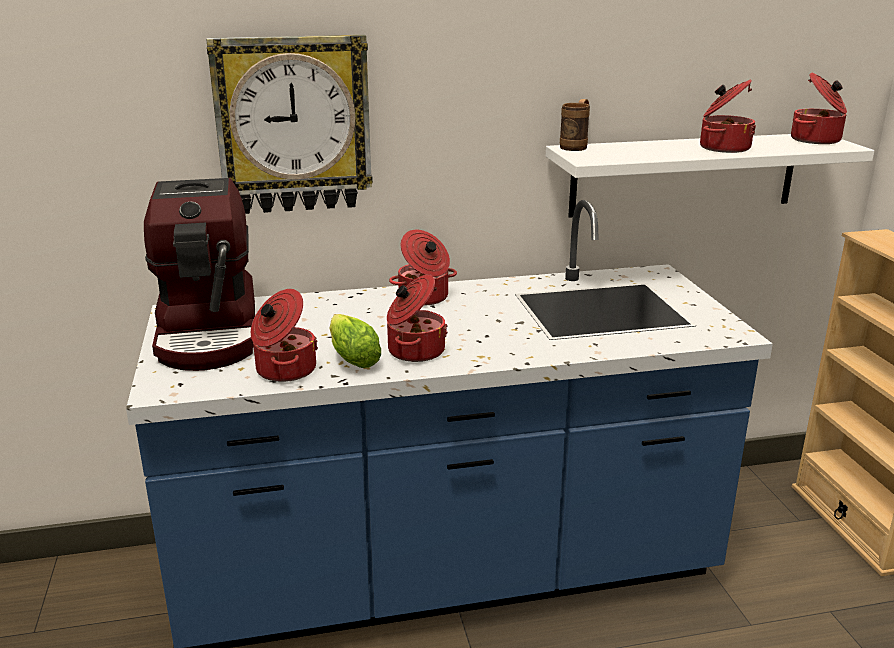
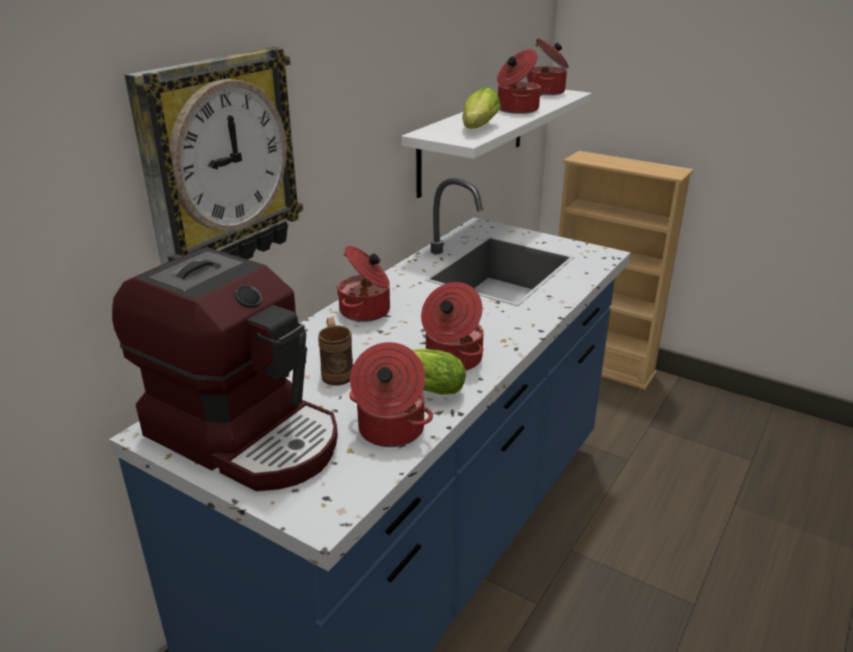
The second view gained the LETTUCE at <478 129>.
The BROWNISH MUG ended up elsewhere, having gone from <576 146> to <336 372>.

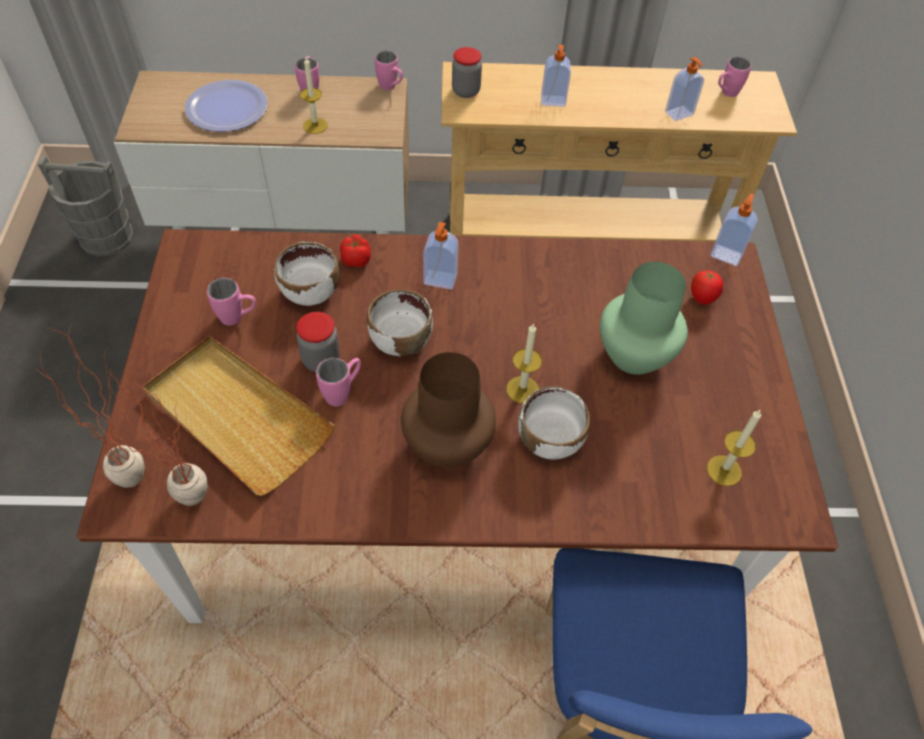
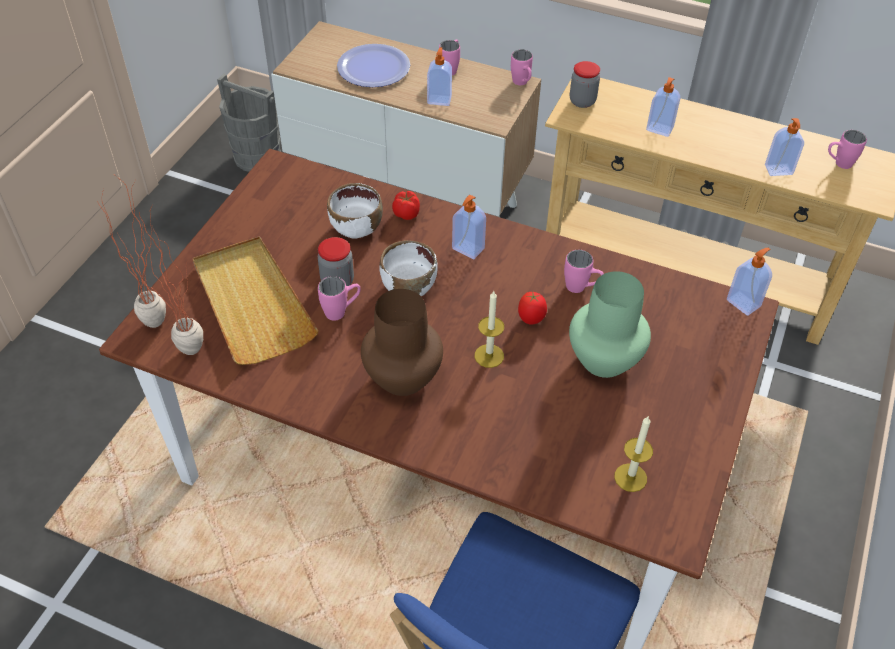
The second view lost the WHITISH BOWL at <550 440>.
The PINK MUG ended up elsewhere, having gone from <238 318> to <581 288>.
The FRESH TOMATO ended up elsewhere, having gone from <702 299> to <531 319>.
Where the CANDLE stood at <315 125>, the LIQUID SOAP BOTTLE came to stand at <439 100>.

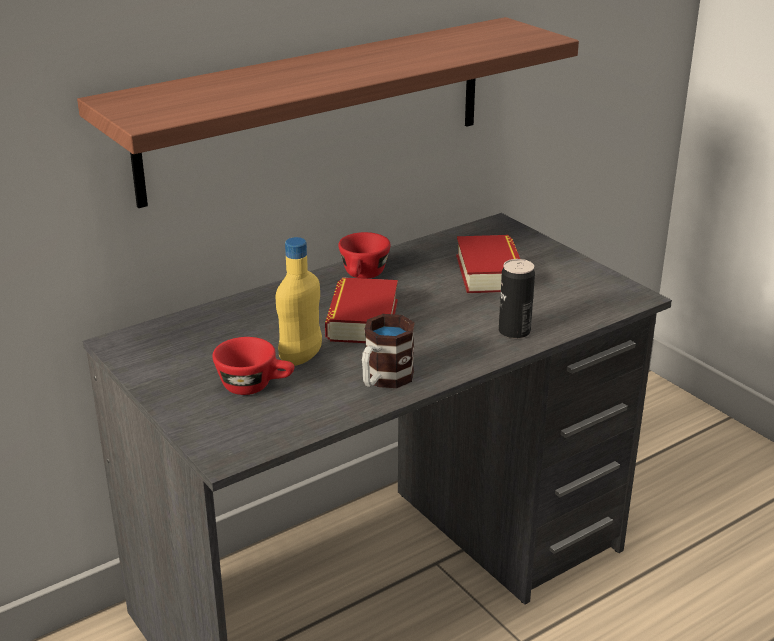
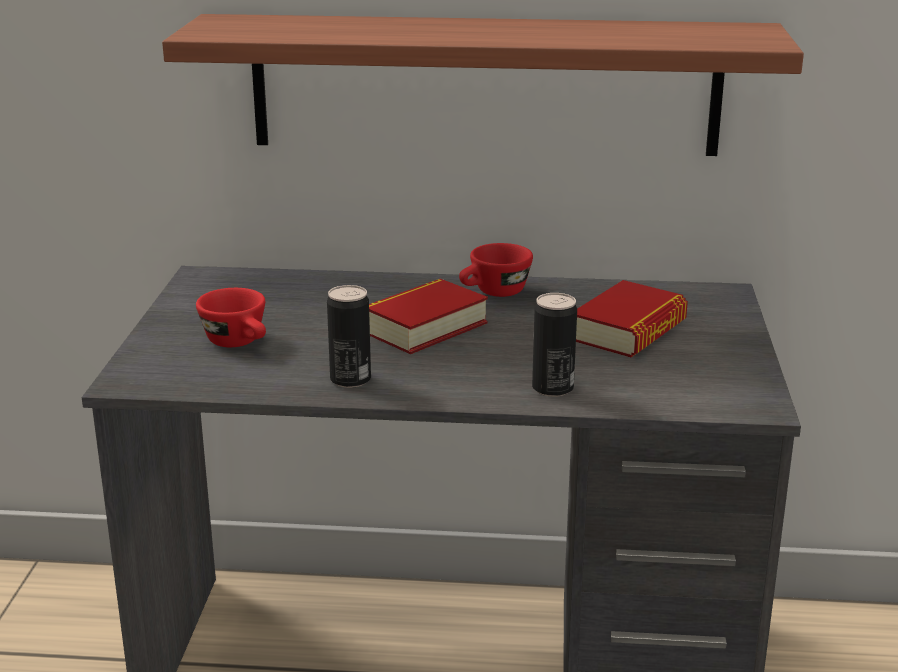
The second view lost the YELLOW-COLOURED BEVERAGE BOTTLE at <301 358>.
Where the MUG stood at <383 380>, the METAL CAN came to stand at <350 379>.

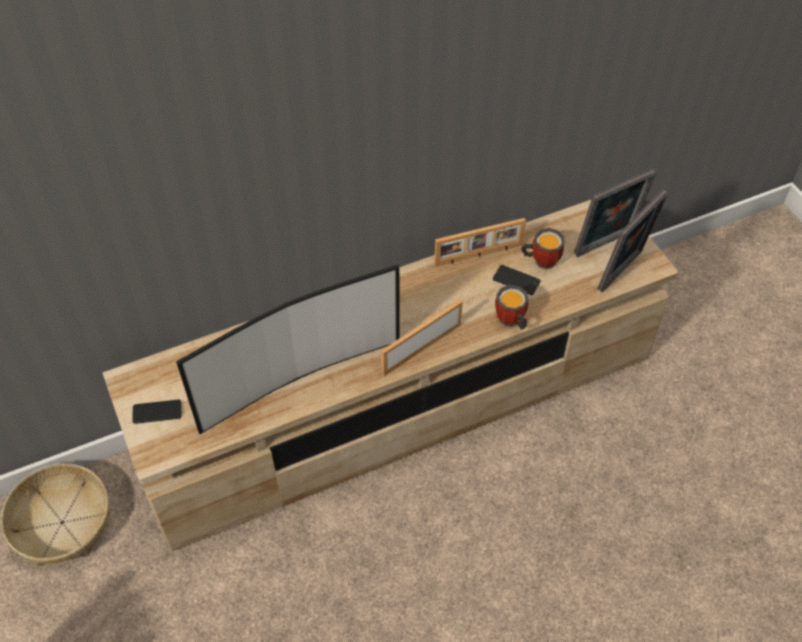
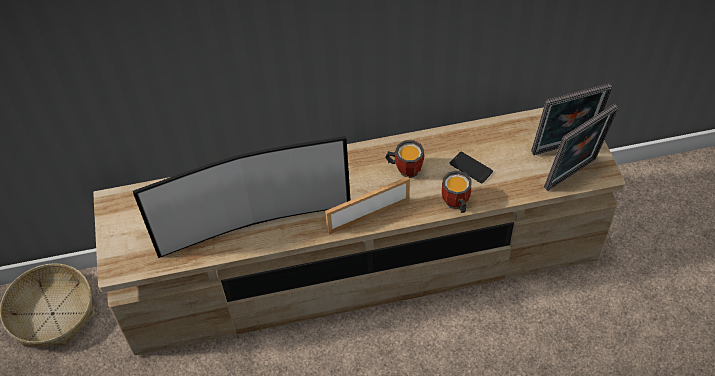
The second view lost the HANDSET at <157 412>.
The second view lost the PICTURE FRAME at <479 255>.
The MUG ended up elsewhere, having gone from <541 260> to <405 168>.

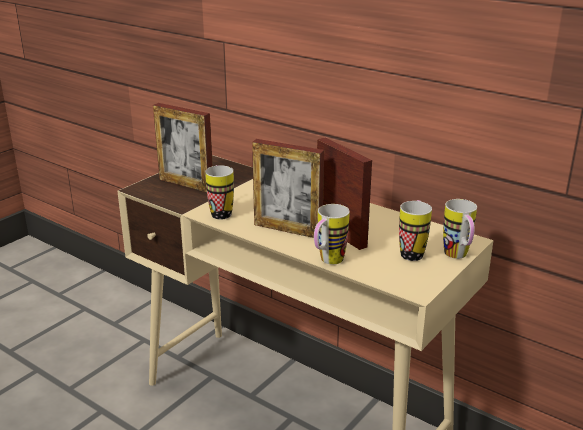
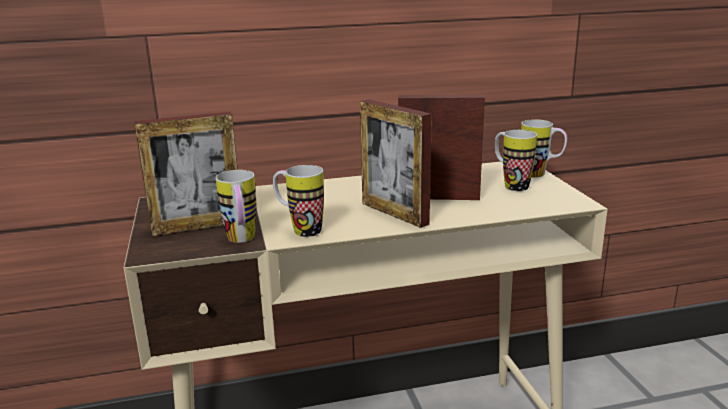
The MUG ended up elsewhere, having gone from <327 262> to <242 241>.
The PICTURE FRAME at <287 229> ended up facing another way, 75 degrees clockwise from before.

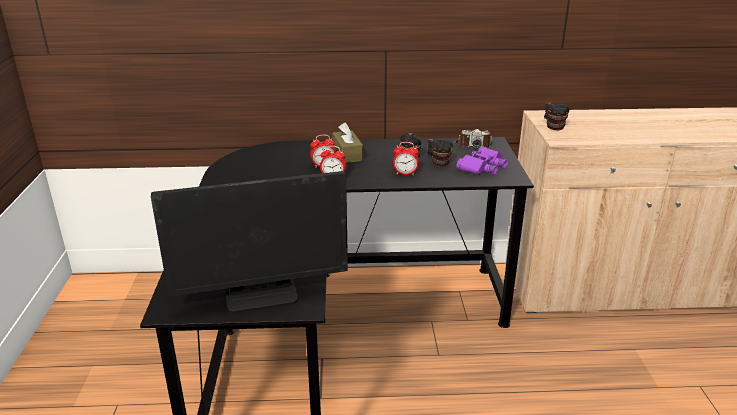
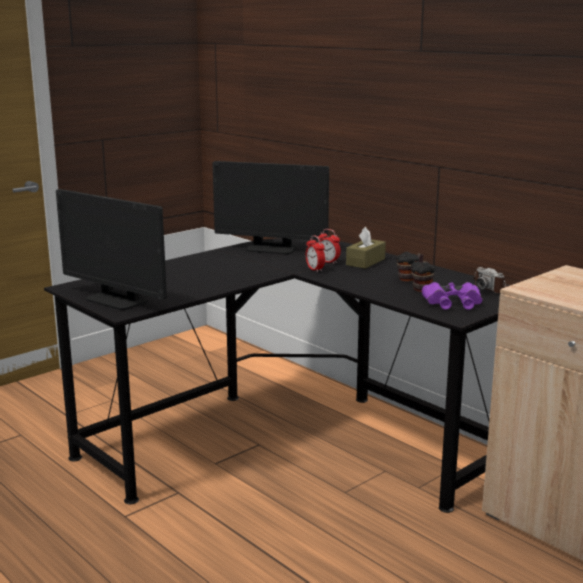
The second view lost the TABLE CLOCK at <405 173>.
The second view lost the MUG at <553 126>.
The second view gained the COMPUTER DISPLAY at <271 249>.

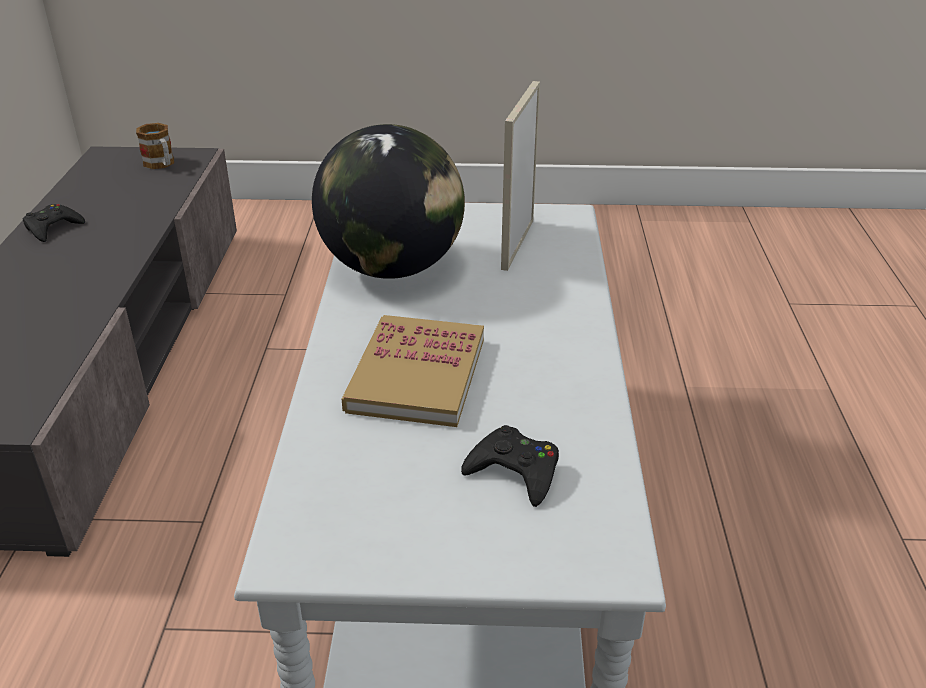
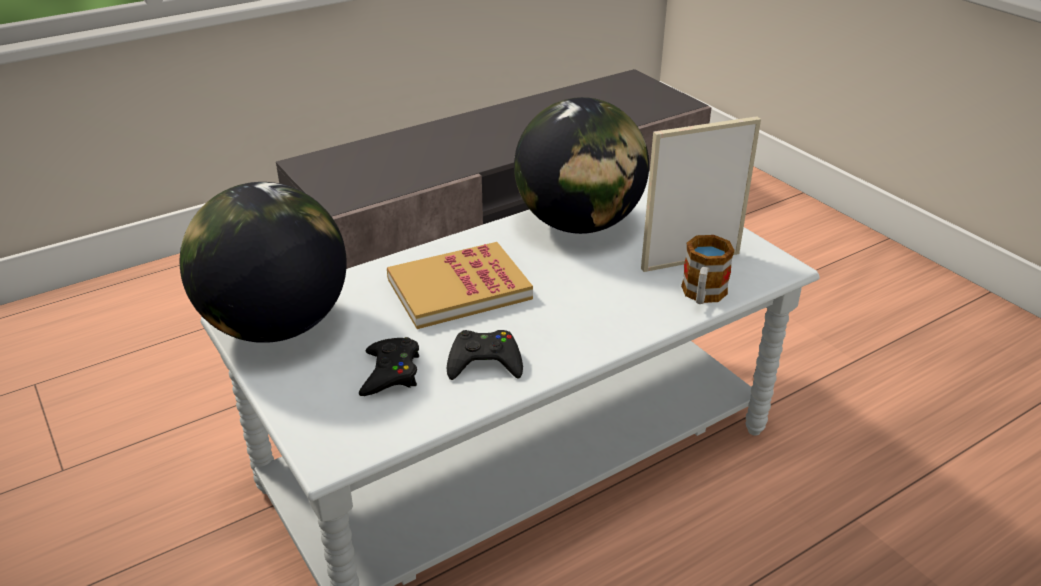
The second view gained the DESK GLOBE at <277 326>.
The BLACKISH JOYPAD ended up elsewhere, having gone from <52 228> to <485 362>.
The MUG ended up elsewhere, having gone from <161 165> to <702 295>.

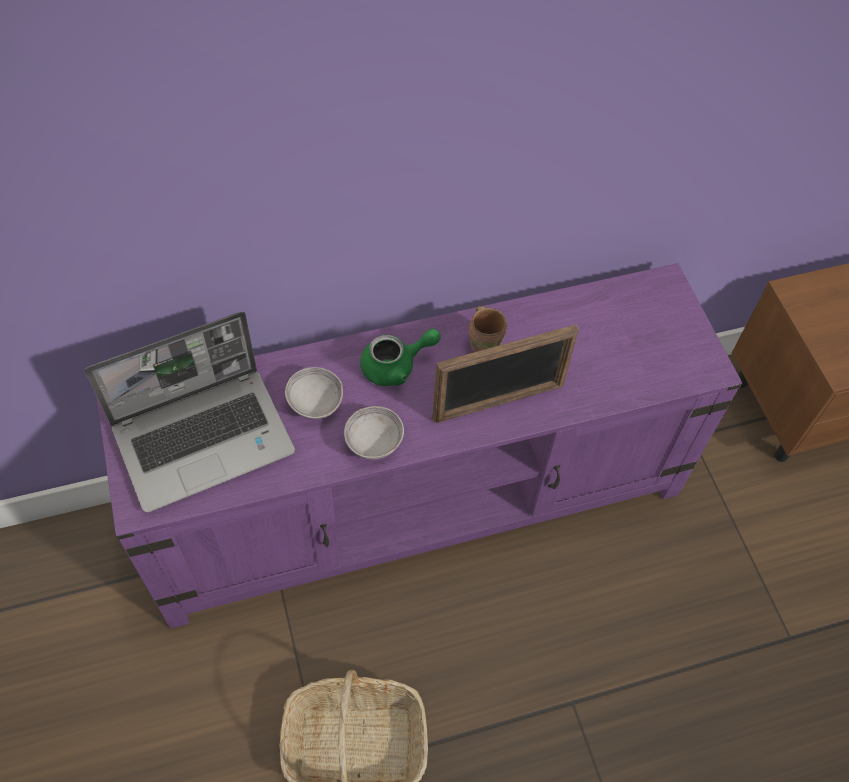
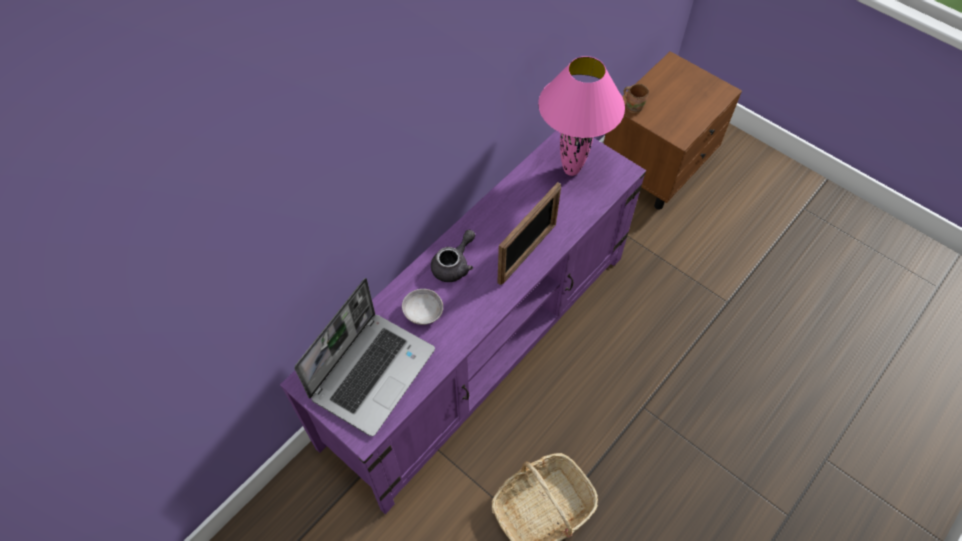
The second view lost the GRAY BOWL at <374 441>.
The second view gained the PINK LAMP FOR A TABLE at <570 170>.
The BROWNISH MUG ended up elsewhere, having gone from <485 342> to <633 106>.
What was the GREEN-COLOURED TEAPOT at <396 366> turned into the GRAY TEAPOT at <454 265>.

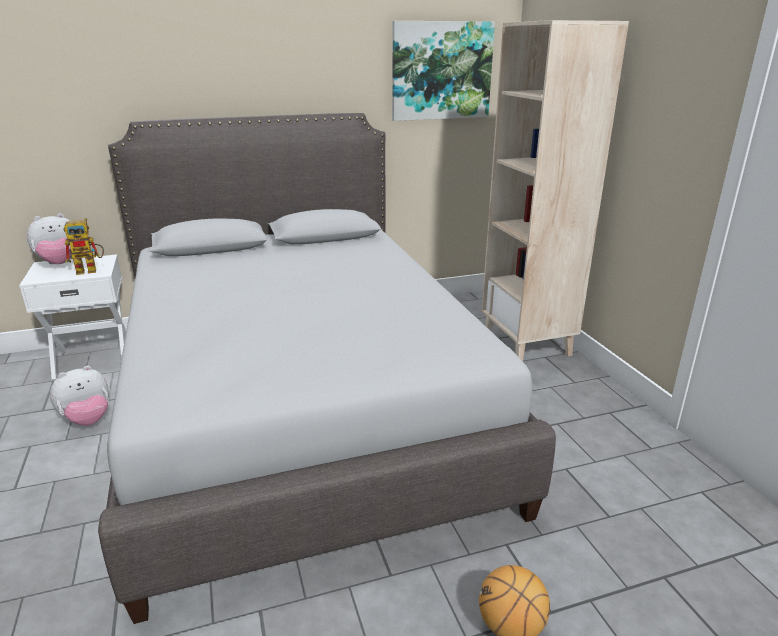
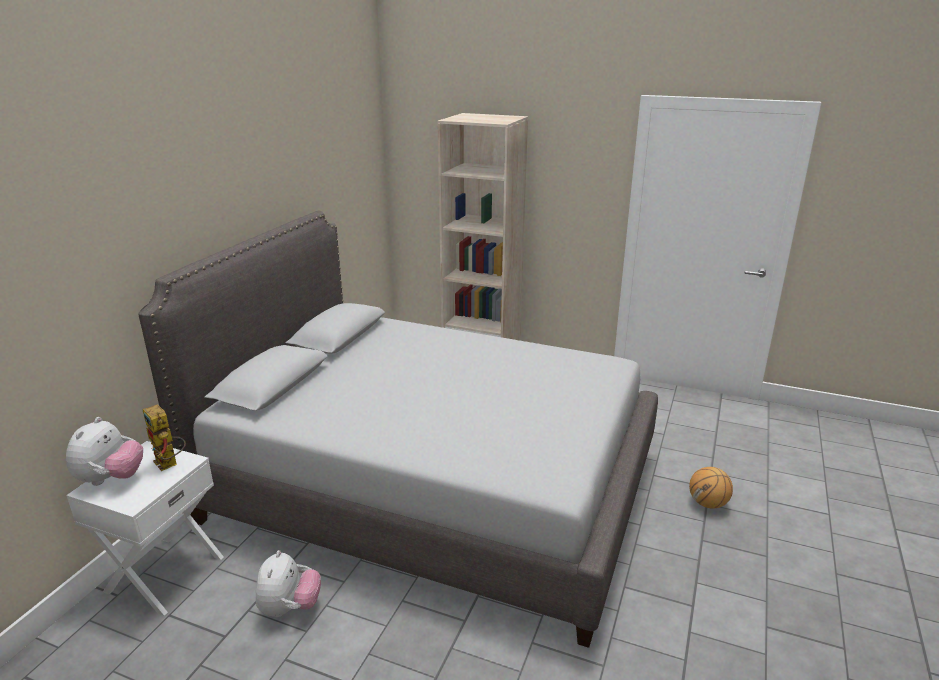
The second view lost the PICTURE at <441 71>.
The TOY ROBOT at <91 270> ended up facing another way, 120 degrees clockwise from before.

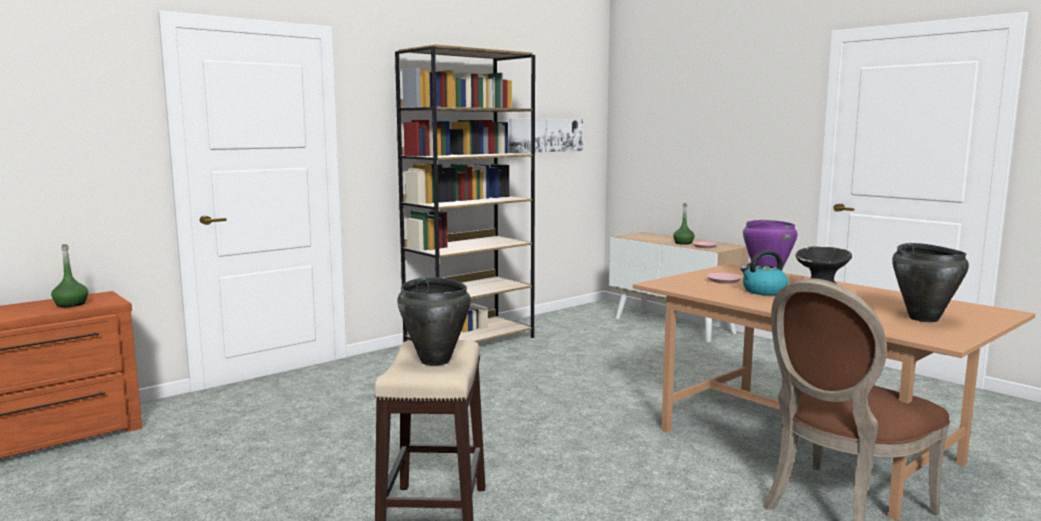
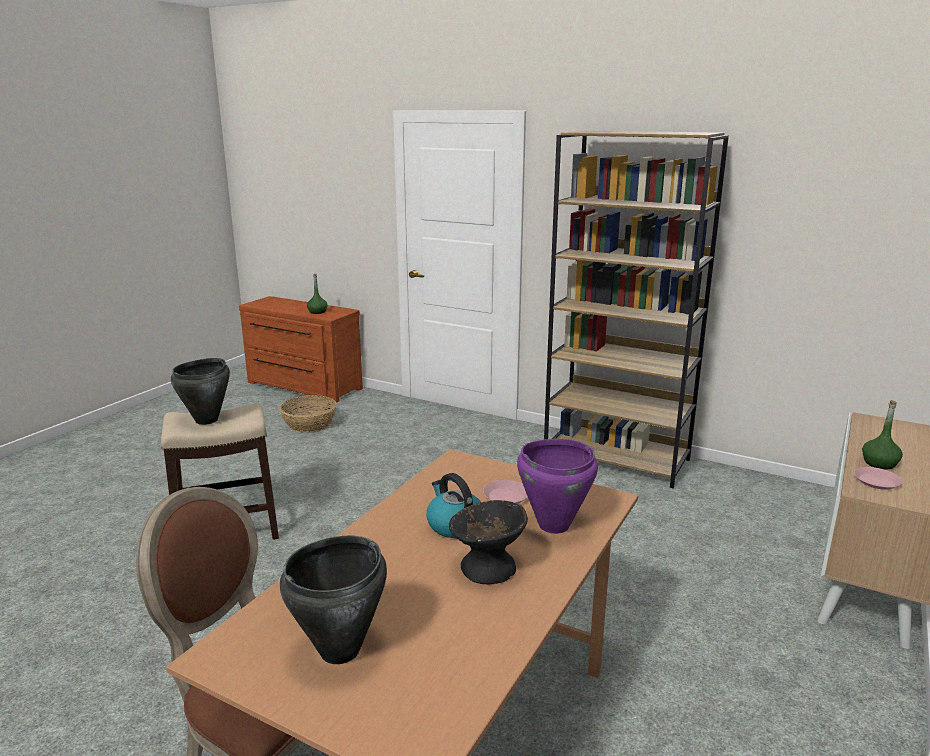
The second view lost the PICTURE at <545 135>.
The second view gained the STORAGE BASKET at <310 424>.

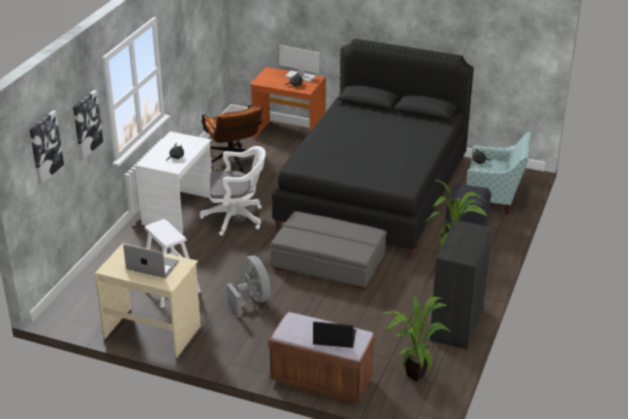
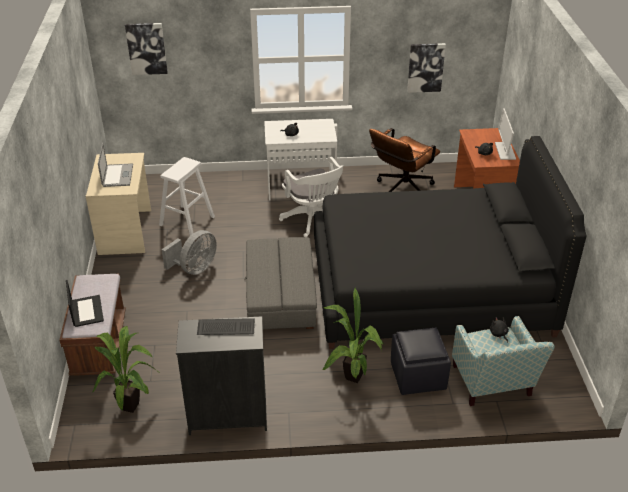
The second view gained the KEYBOARD at <225 328>.
The PICTURE ended up elsewhere, having gone from <86 124> to <425 67>.

